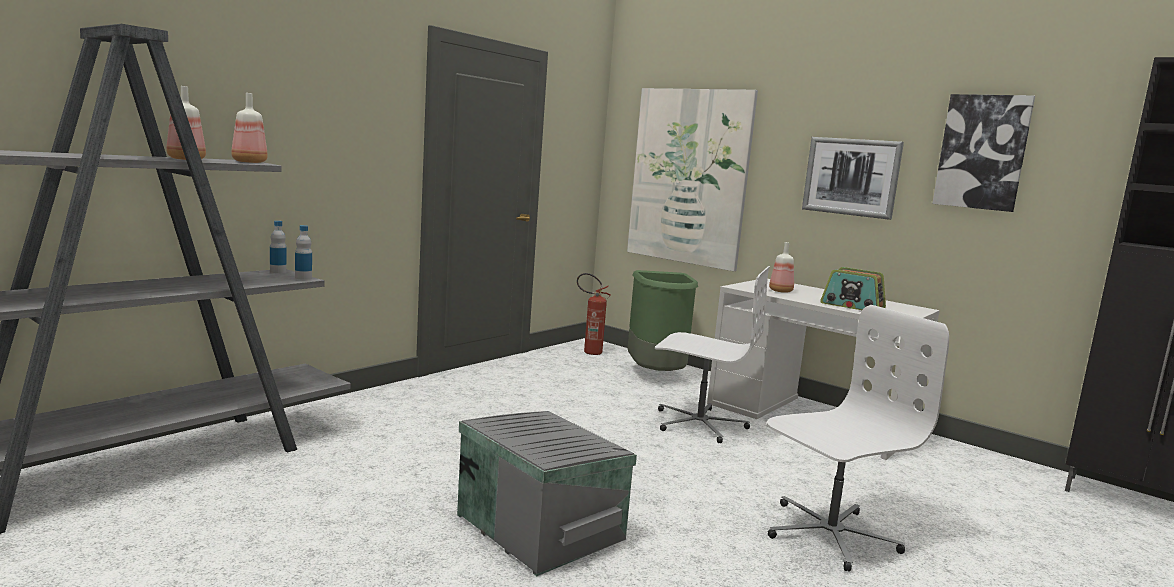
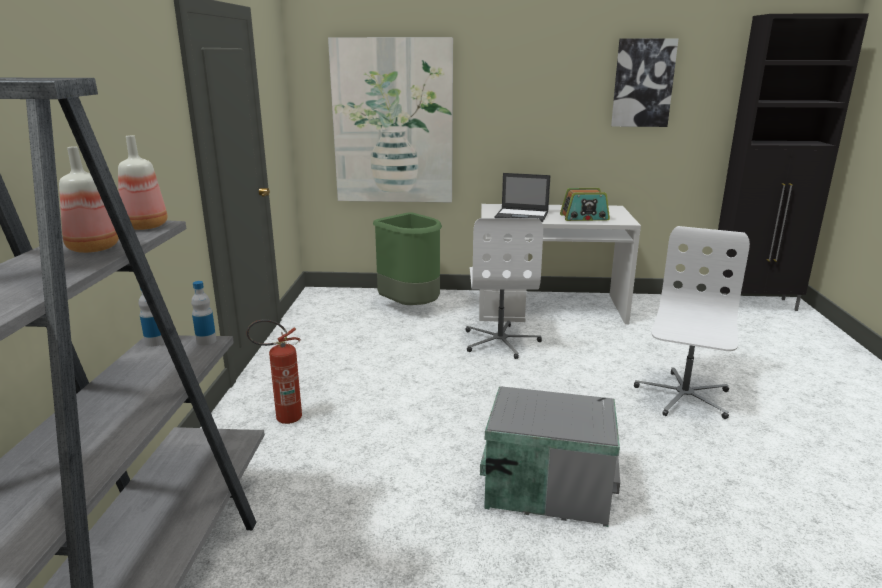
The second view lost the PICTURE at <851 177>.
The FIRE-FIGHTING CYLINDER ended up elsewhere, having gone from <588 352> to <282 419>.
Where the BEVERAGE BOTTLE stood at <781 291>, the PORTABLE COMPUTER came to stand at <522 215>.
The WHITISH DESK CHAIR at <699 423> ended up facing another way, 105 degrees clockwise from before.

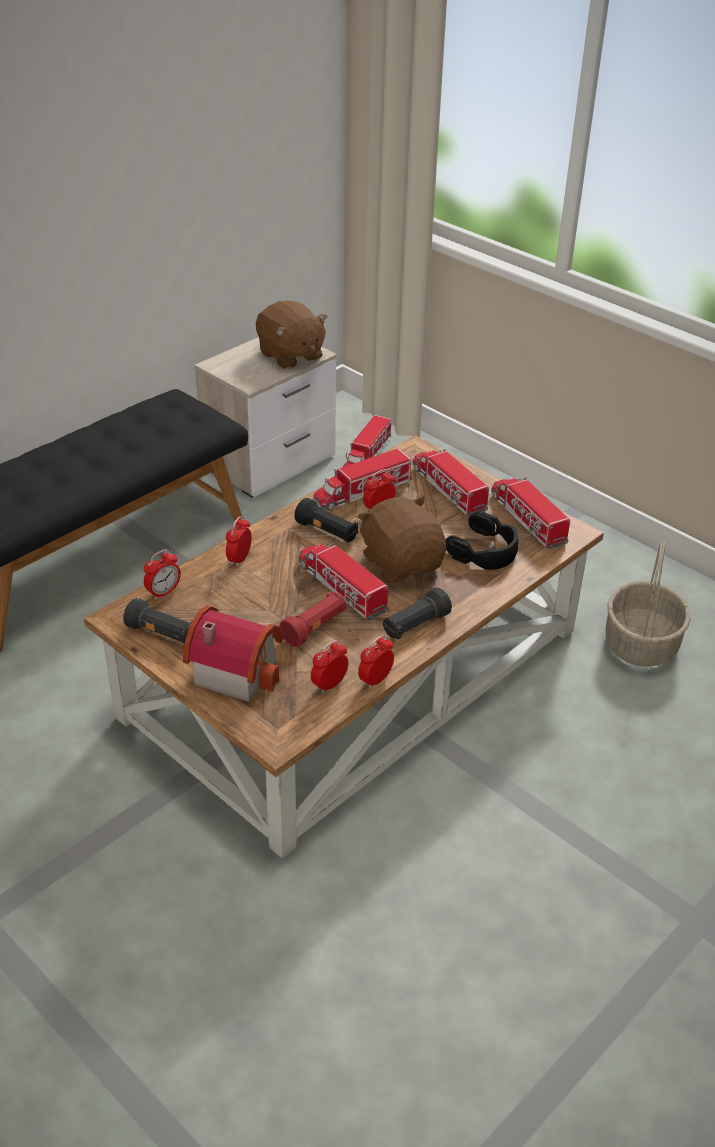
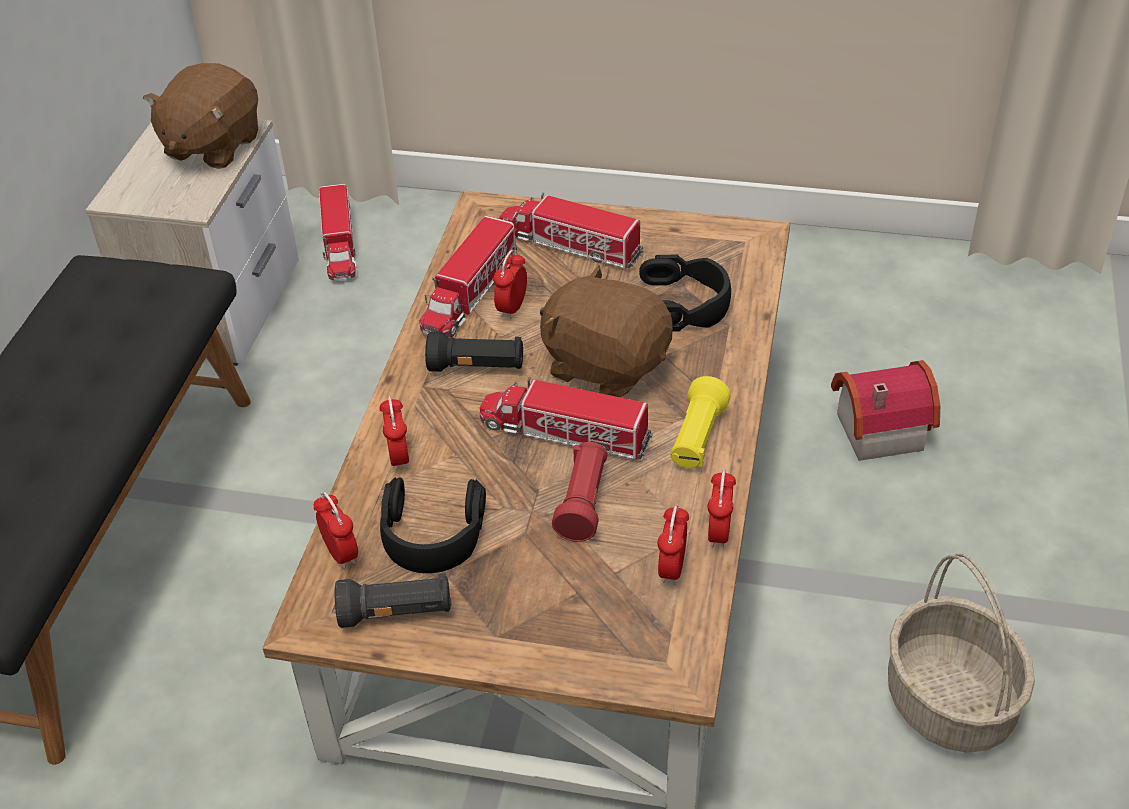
The second view lost the MODEL TRUCK at <527 519>.
The second view gained the BLACKISH HEADSET at <432 534>.
The TOY HOUSE ended up elsewhere, having gone from <235 670> to <875 428>.
The STORAGE BASKET ended up elsewhere, having gone from <641 645> to <951 703>.
What was the BLACKISH HAND TORCH at <415 625> turned into the YELLOW-COLOURED HAND TORCH at <697 439>.
The TABLE CLOCK at <163 592> ended up facing another way, 45 degrees counterclockwise from before.
The BROWNISH SOFT TOY at <290 356> ended up facing another way, 90 degrees clockwise from before.

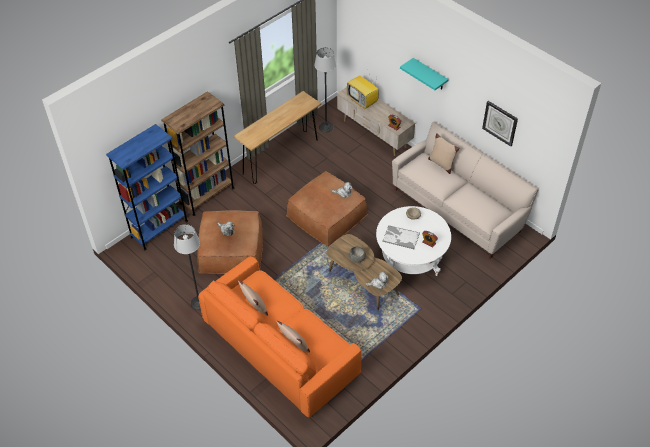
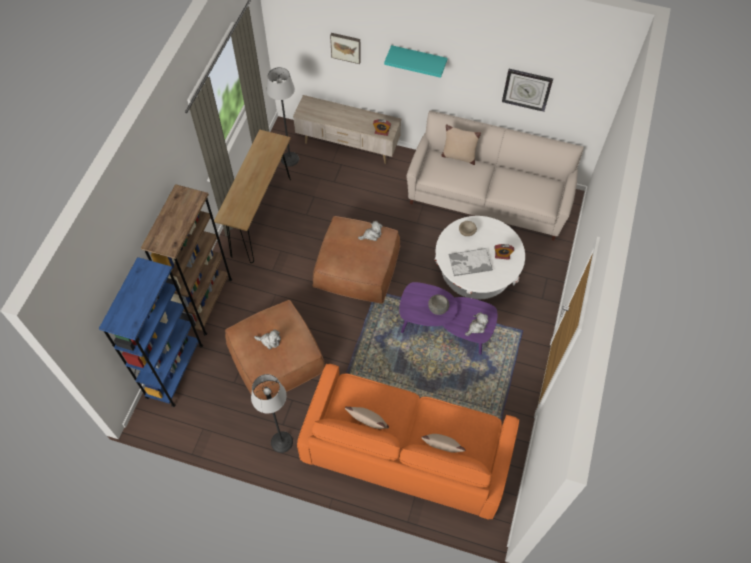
The second view lost the TELEVISION at <363 102>.
The second view gained the PICTURE at <346 47>.
What was the BROWNISH LOUNGE TABLE at <363 281> turned into the PURPLE LOUNGE TABLE at <444 328>.

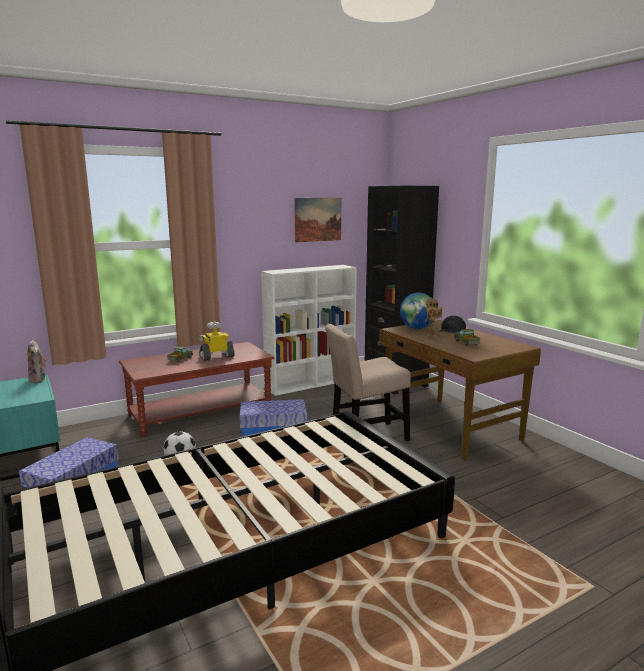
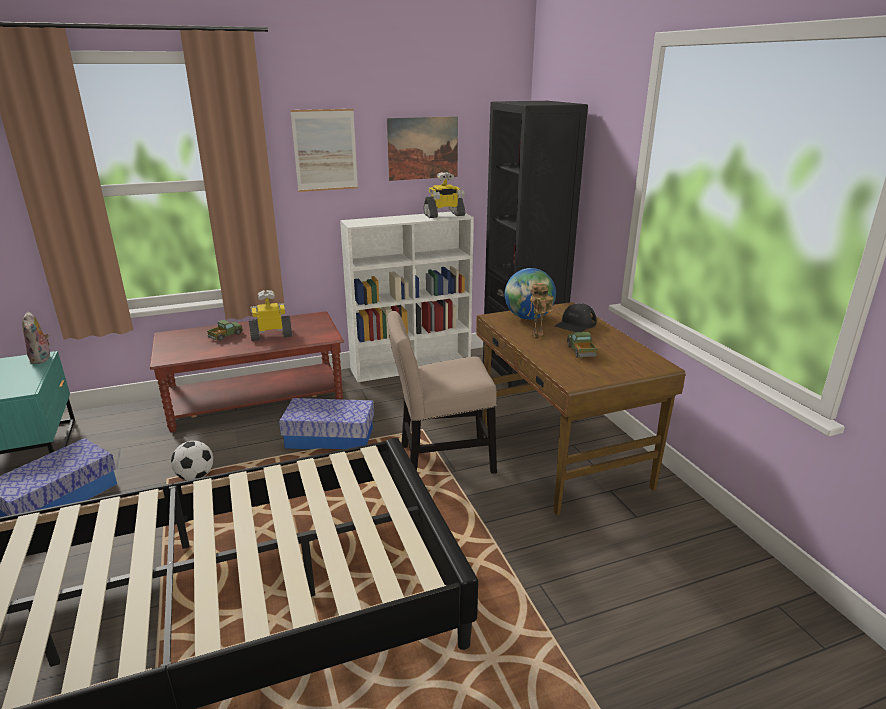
The second view gained the PICTURE at <325 150>.
The second view gained the TOY ROBOT at <444 215>.

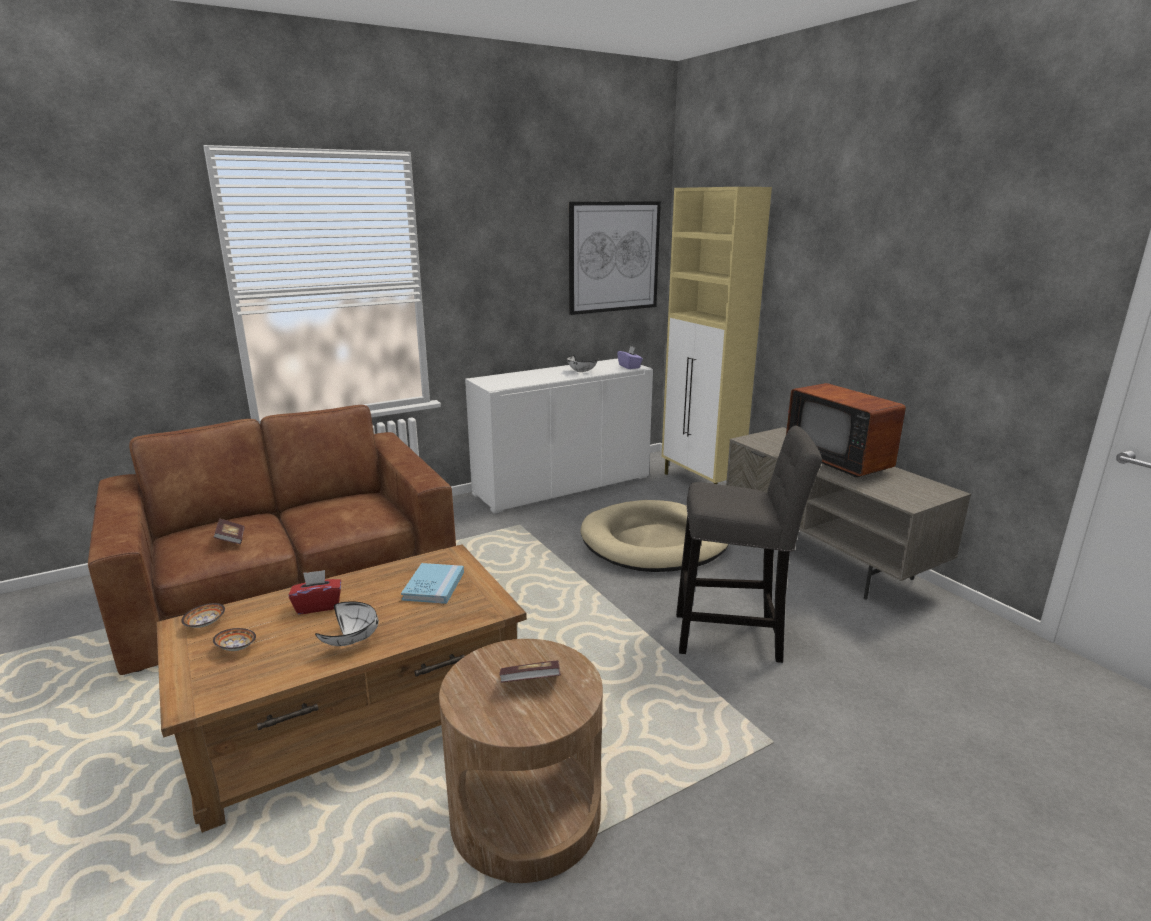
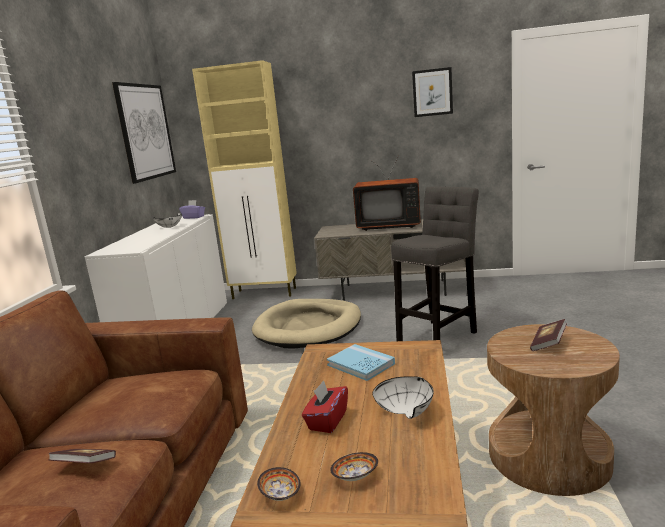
The second view gained the PICTURE at <432 92>.

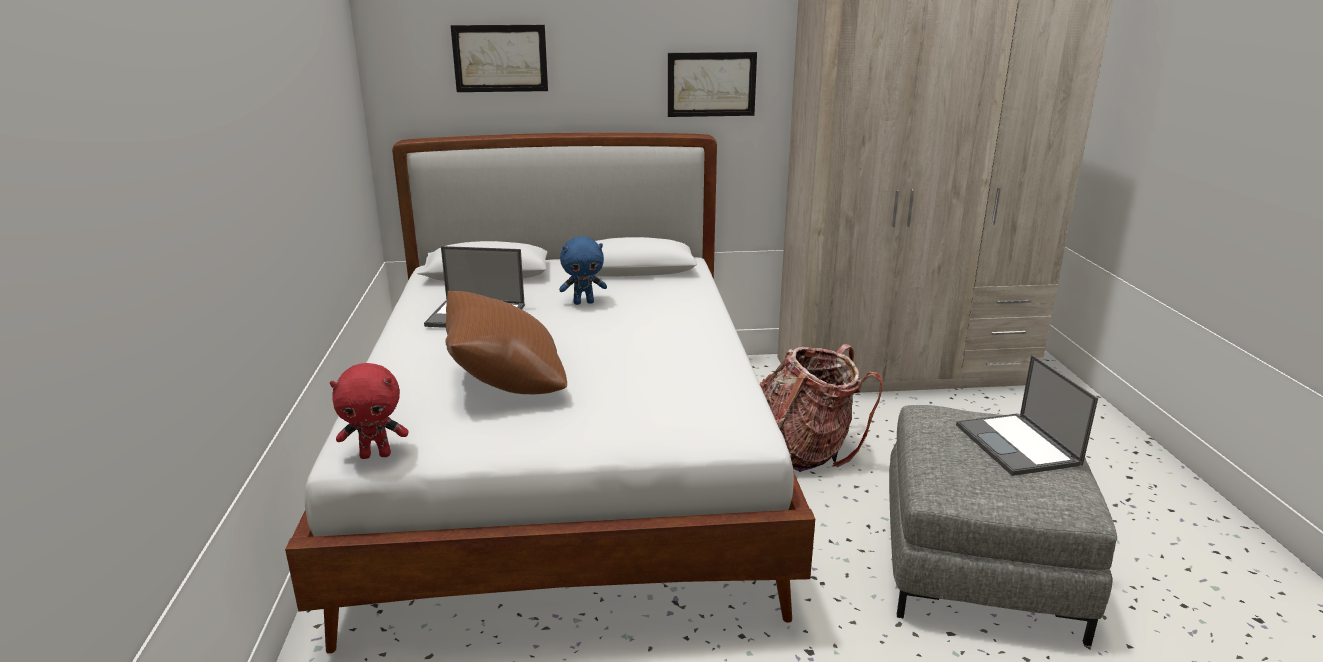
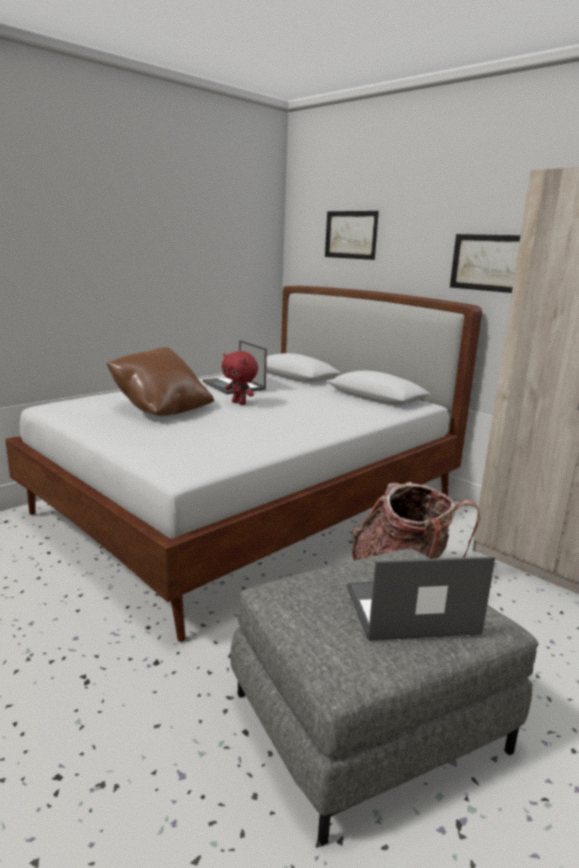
The second view lost the BLUE SOFT TOY at <584 302>.
The RED SOFT TOY ended up elsewhere, having gone from <376 455> to <239 403>.
The PORTABLE COMPUTER at <1018 445> ended up facing another way, 45 degrees clockwise from before.

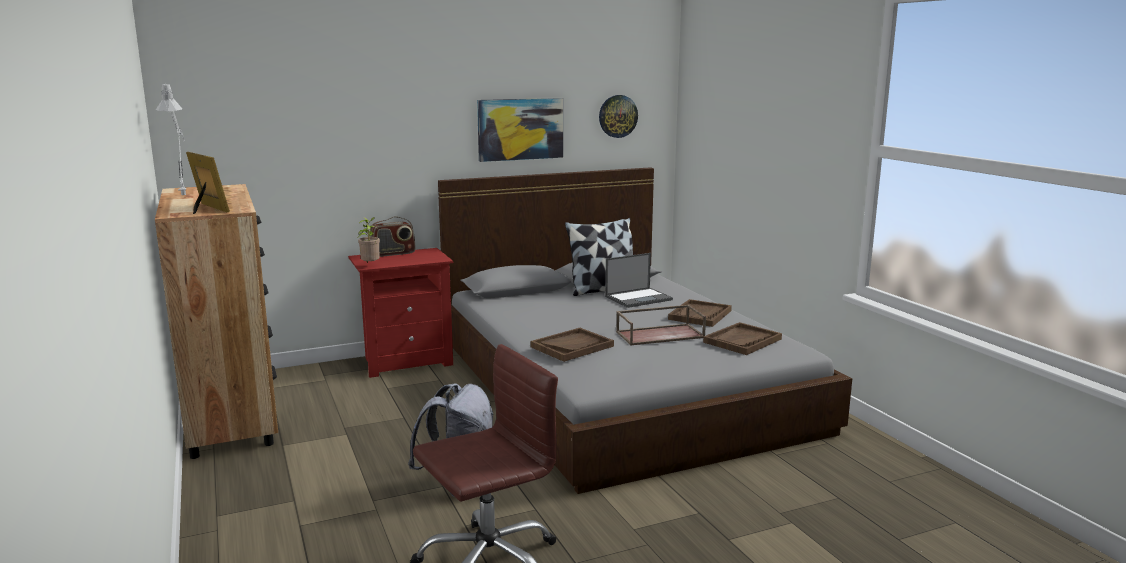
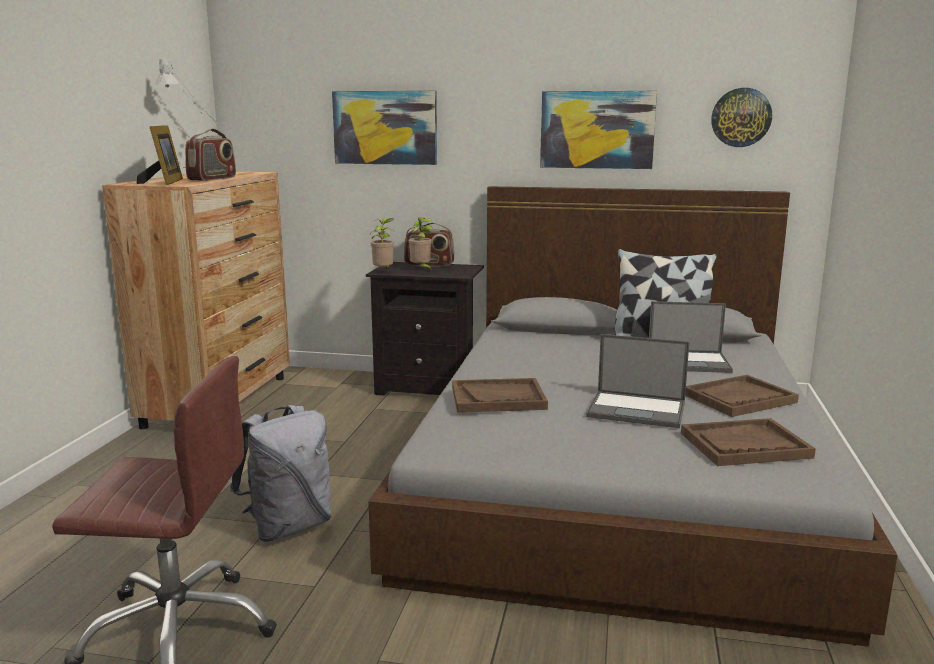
The second view gained the RADIO SET at <212 179>.
The second view gained the PICTURE at <385 127>.
The second view gained the HOUSEPLANT at <421 269>.
Where the BROWNISH CARRYING TRAY stood at <660 334>, the PORTABLE COMPUTER came to stand at <638 410>.
What was the RED NIGHTSTAND at <406 361> turned into the BLACKISH NIGHTSTAND at <429 387>.

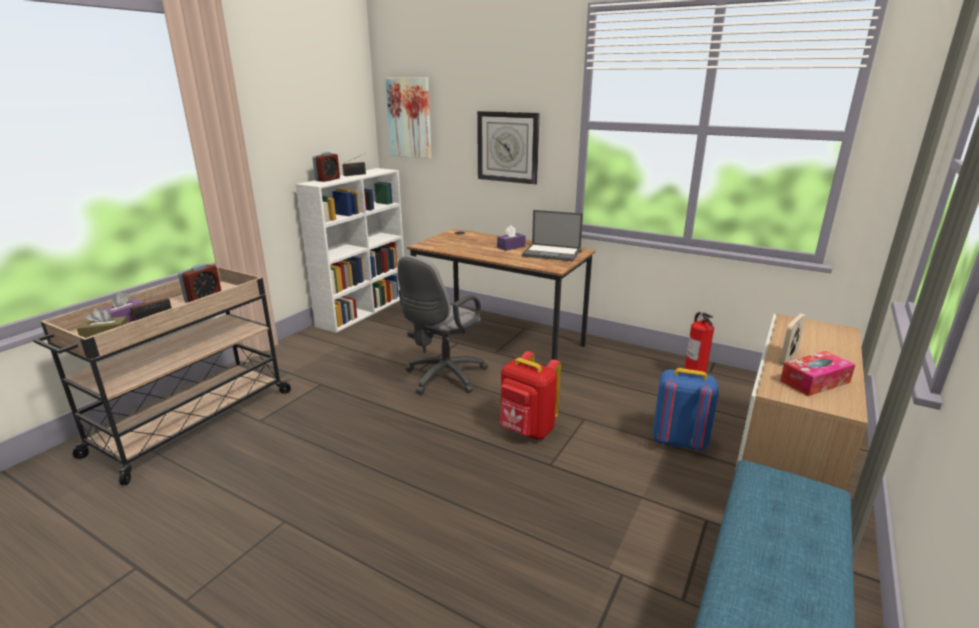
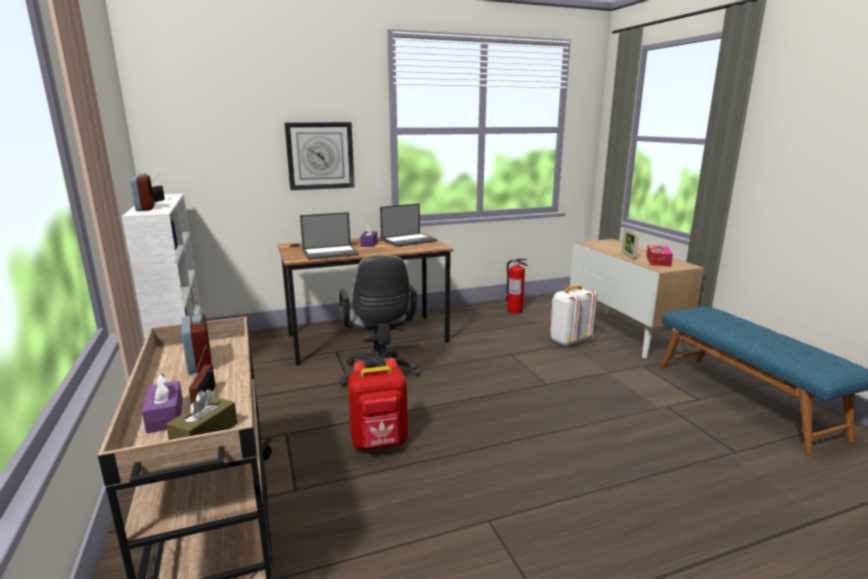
The second view lost the PICTURE at <410 118>.
The second view gained the PORTABLE COMPUTER at <331 253>.
The RED RUCKSACK ended up elsewhere, having gone from <526 431> to <380 443>.
What was the BLUE RUCKSACK at <678 441> turned into the WHITISH RUCKSACK at <568 341>.

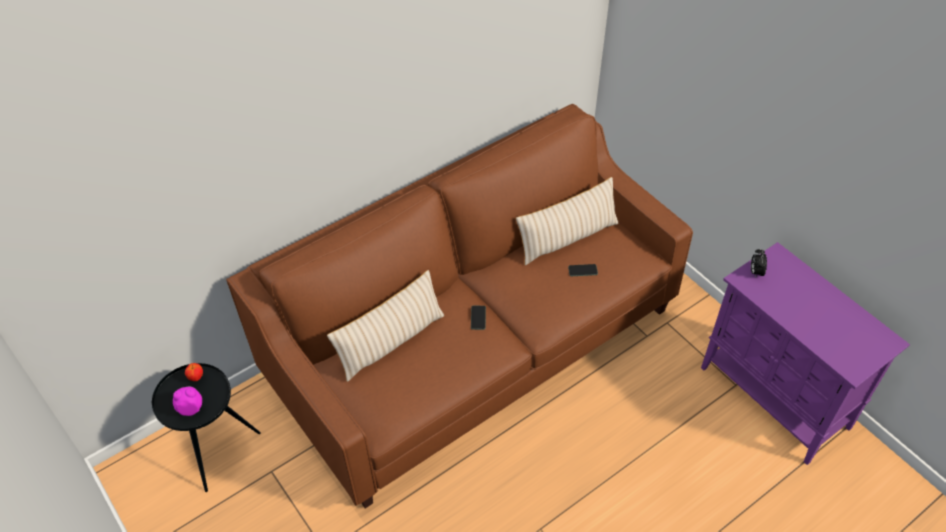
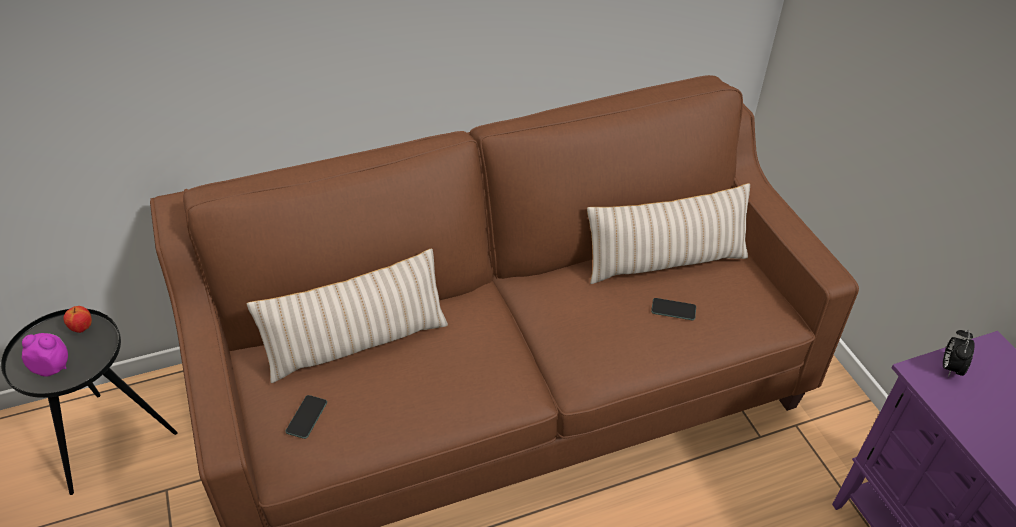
The HANDSET ended up elsewhere, having gone from <478 318> to <306 417>.

